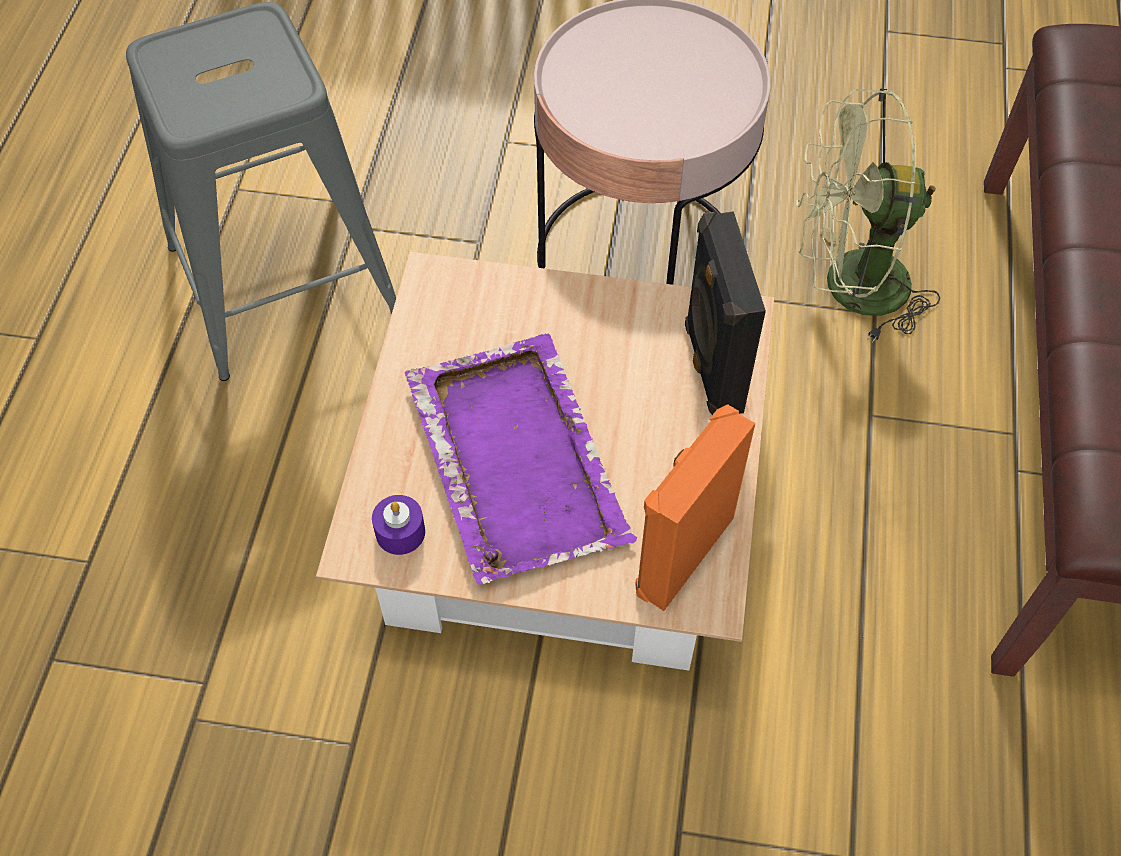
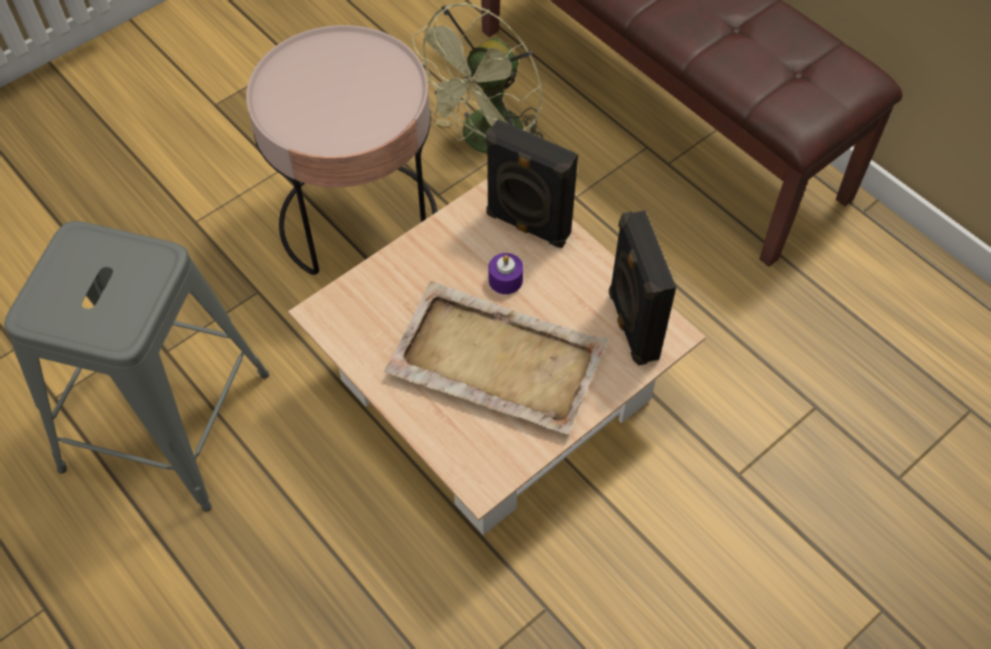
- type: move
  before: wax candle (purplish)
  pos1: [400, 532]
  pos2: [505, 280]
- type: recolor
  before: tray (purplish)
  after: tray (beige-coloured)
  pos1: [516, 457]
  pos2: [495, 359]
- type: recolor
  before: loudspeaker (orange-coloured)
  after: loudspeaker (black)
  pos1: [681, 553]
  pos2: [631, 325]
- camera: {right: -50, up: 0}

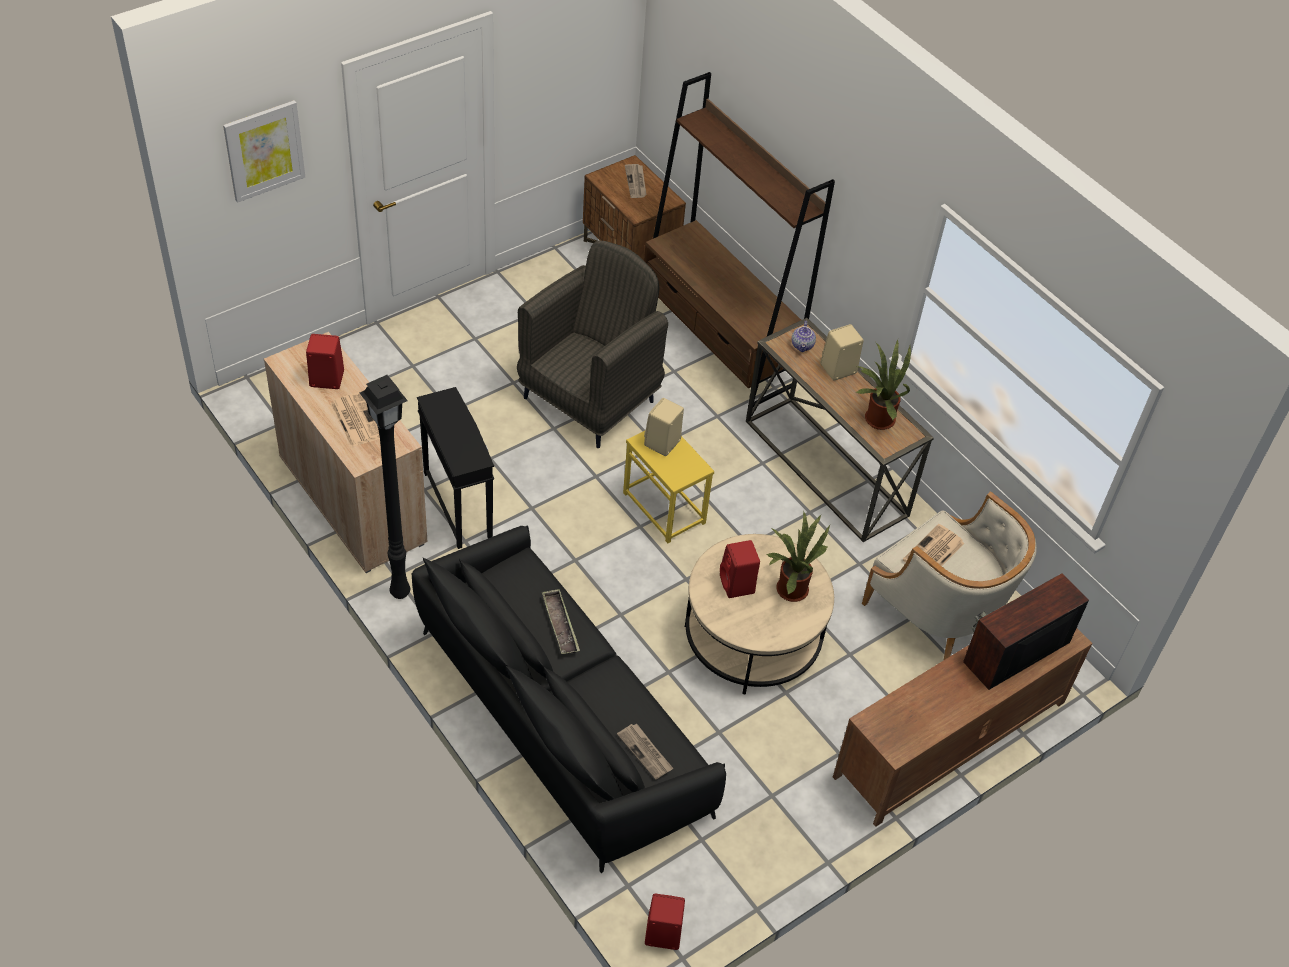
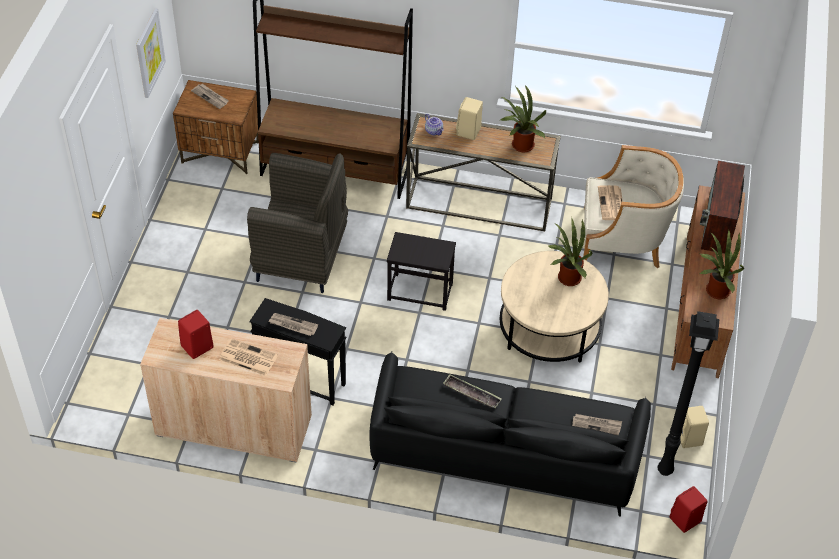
- type: delete
  before: loudspeaker (reddish)
  pos1: [737, 585]
- type: insert
  after: printed paper
  pos2: [292, 325]
- type: insert
  after: potted plant
  pos2: [715, 290]
- type: move
  before: picture
  pos1: [264, 150]
  pos2: [149, 53]
- type: move
  before: standard lamp (black)
  pos1: [398, 592]
  pos2: [664, 471]
- type: move
  before: loudspeaker (beige-coloured)
  pos1: [662, 443]
  pos2: [689, 438]
- type: recolor
  before: side table (yellow)
  after: side table (black)
  pos1: [665, 507]
  pos2: [420, 291]
- type: rotate
  before: lounge chair (grey)
  pos1: [590, 398]
  pos2: [302, 258]
  turn: 105
- camera: {right: -40, up: 0}

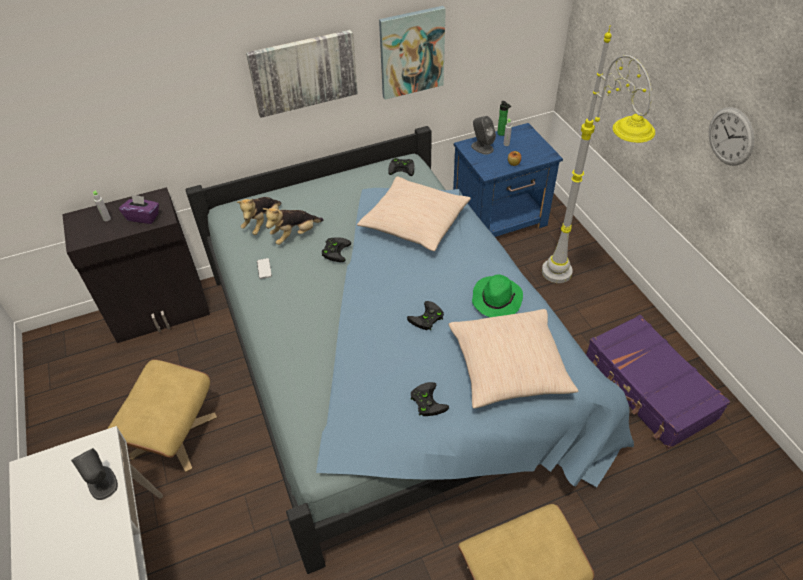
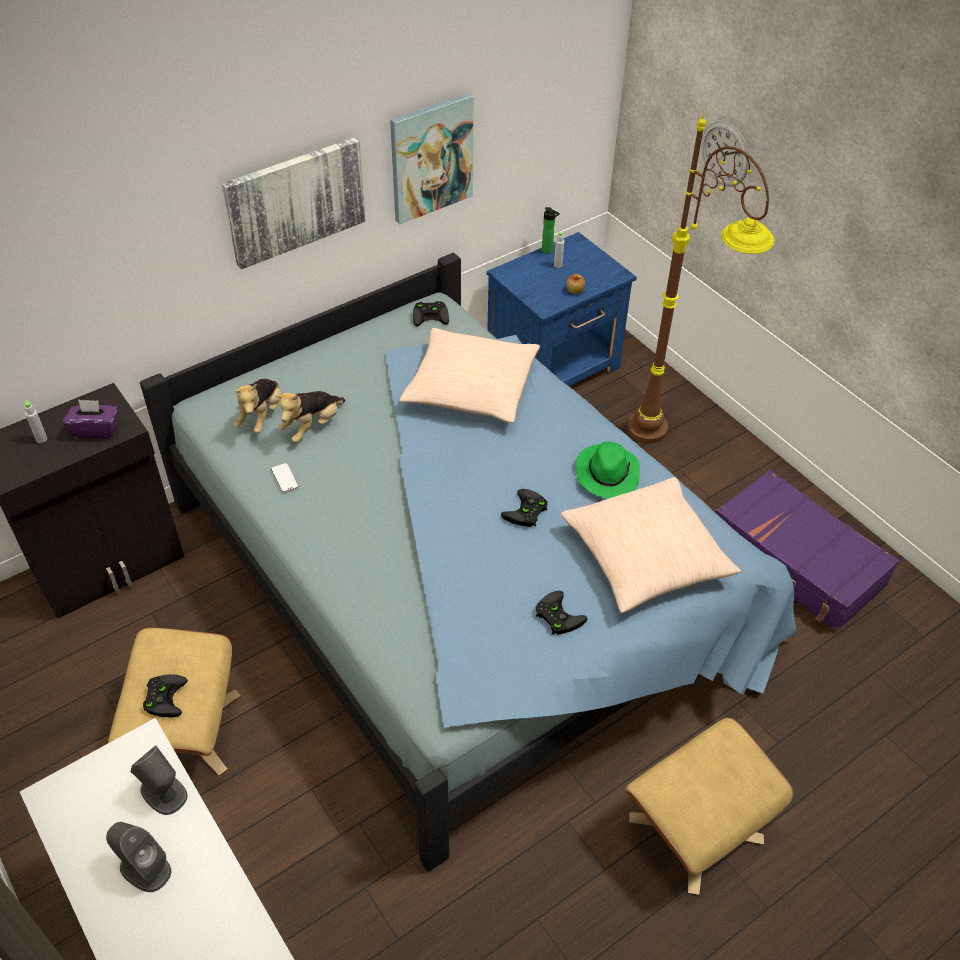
- type: move
  before: joypad (black)
  pos1: [335, 250]
  pos2: [164, 696]
- type: move
  before: loudspeaker (grey)
  pos1: [482, 147]
  pos2: [145, 868]
- type: move
  before: wall clock
  pos1: [731, 136]
  pos2: [725, 153]
- type: recolor
  before: standard lamp (grey)
  after: standard lamp (brownish)
  pos1: [570, 289]
  pos2: [670, 450]
- camera: {right: -15, up: 0}

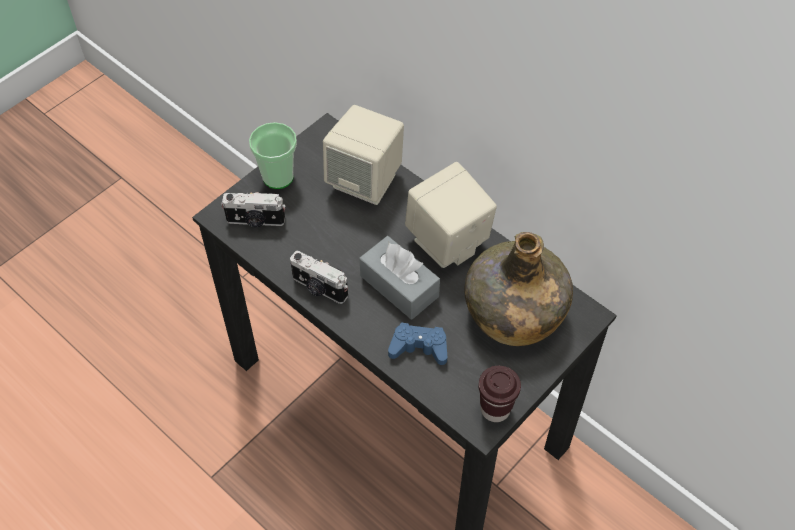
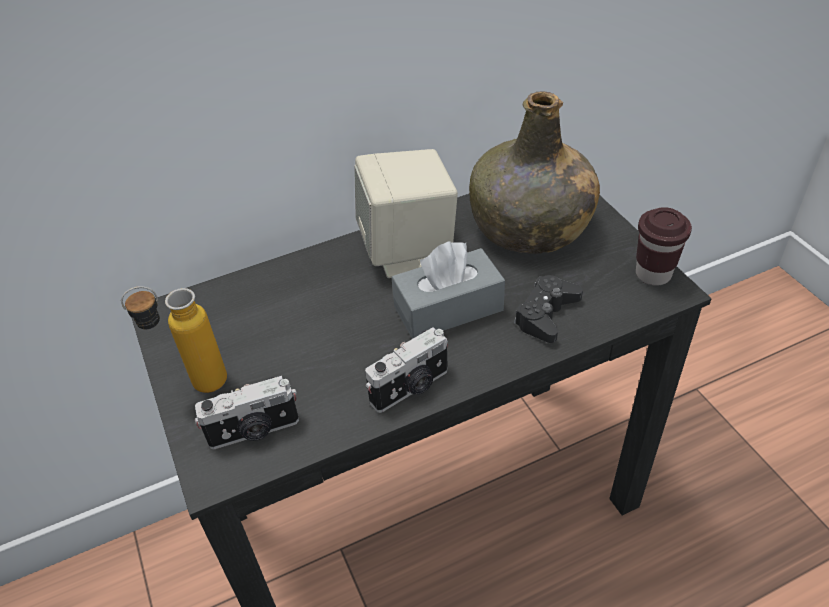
- type: delete
  before: loudspeaker (beige-coloured)
  pos1: [365, 181]
- type: replace
  before: cup
  after: beverage bottle
  pos1: [278, 177]
  pos2: [195, 385]
- type: recolor
  before: joypad (blue)
  after: joypad (black)
  pos1: [419, 347]
  pos2: [546, 314]
- type: rotate
  before: still camera
  pos1: [255, 221]
  pos2: [254, 431]
  turn: 45
- camera: {right: -65, up: -10}

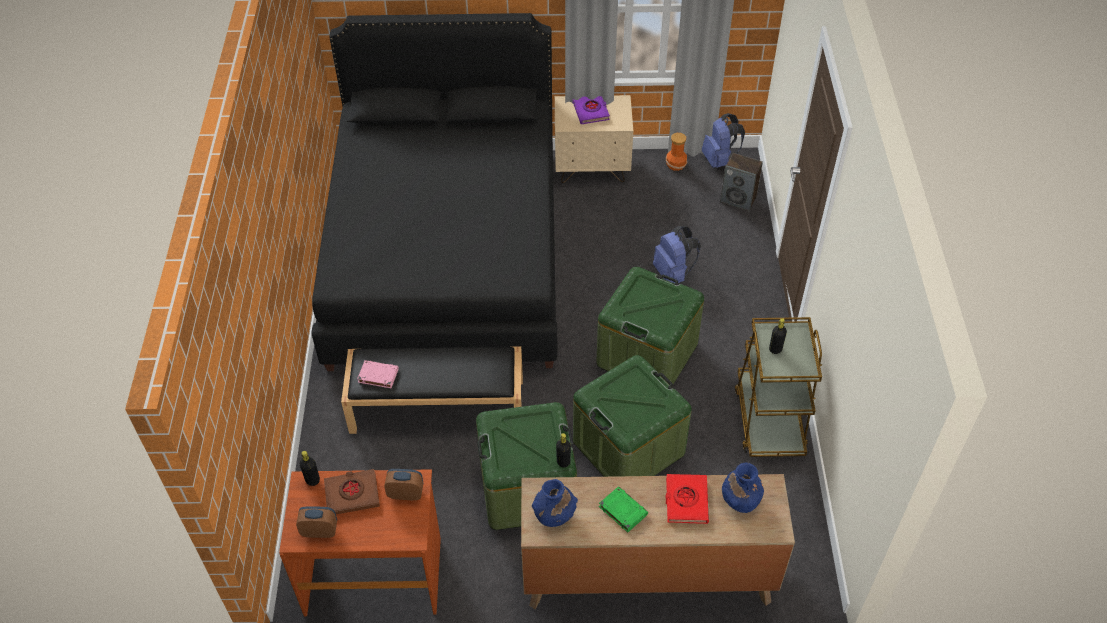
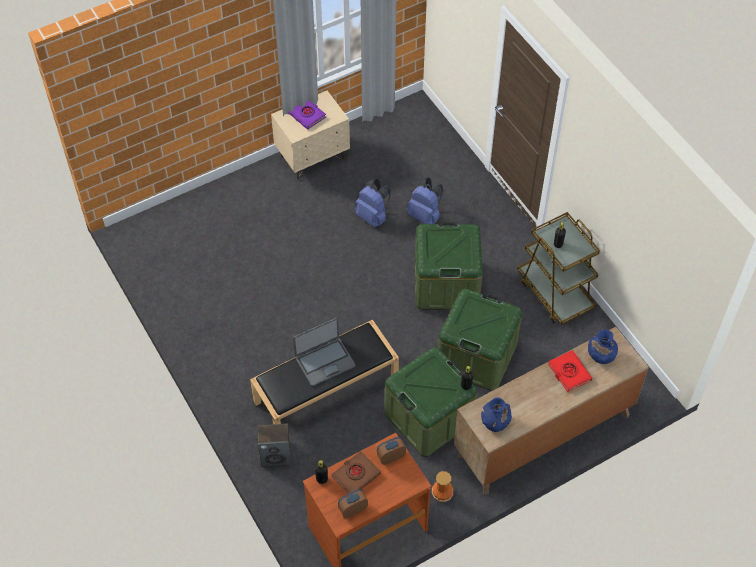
- type: delete
  before: bed (black)
  pos1: [446, 253]
- type: delete
  before: book (pinkish)
  pos1: [378, 376]
- type: delete
  before: book (green)
  pos1: [622, 510]
- type: insert
  after: laptop
  pos2: [325, 361]
- type: move
  before: decorative vase
  pos1: [675, 164]
  pos2: [441, 494]
- type: move
  before: backpack (blue)
  pos1: [718, 159]
  pos2: [373, 216]
- type: move
  before: loudspeaker
  pos1: [738, 199]
  pos2: [276, 455]
- camera: {right: -30, up: 5}

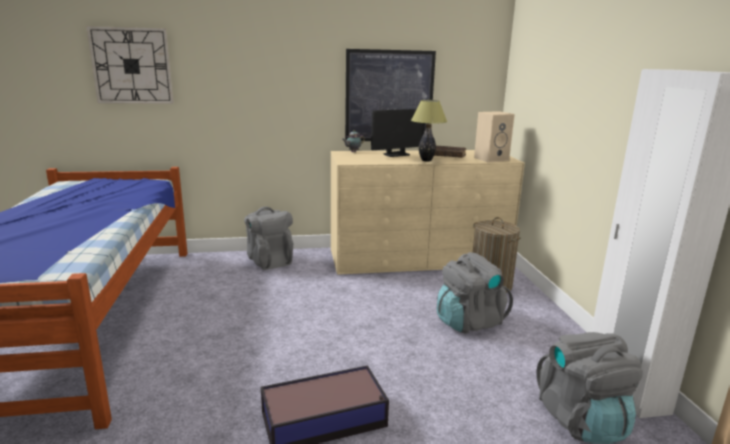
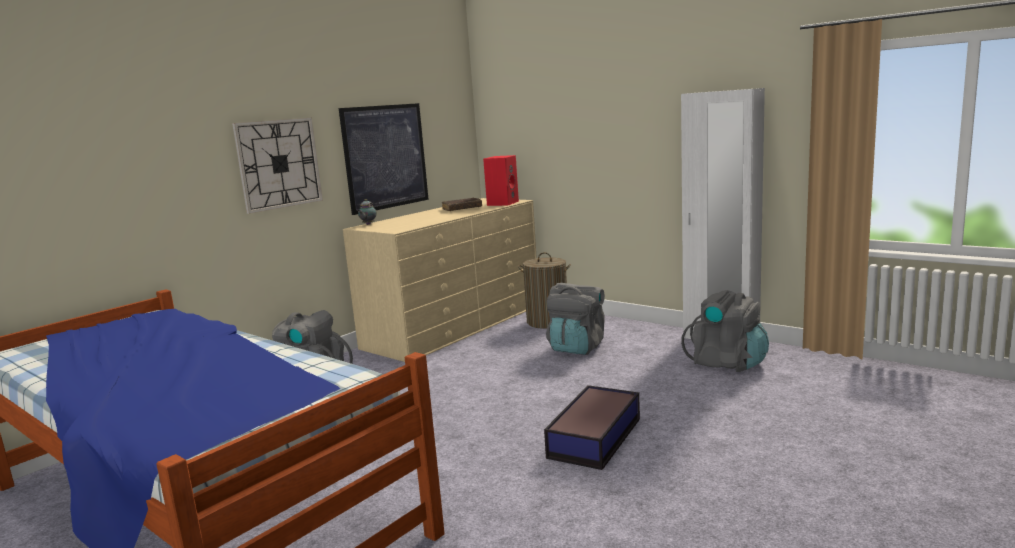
- type: delete
  before: computer display
  pos1: [396, 154]
- type: delete
  before: table lamp
  pos1: [426, 160]
- type: move
  before: wall clock
  pos1: [132, 66]
  pos2: [279, 164]
- type: recolor
  before: loudspeaker (beige-coloured)
  after: loudspeaker (reddish)
  pos1: [491, 159]
  pos2: [502, 203]
- camera: {right: -40, up: -5}

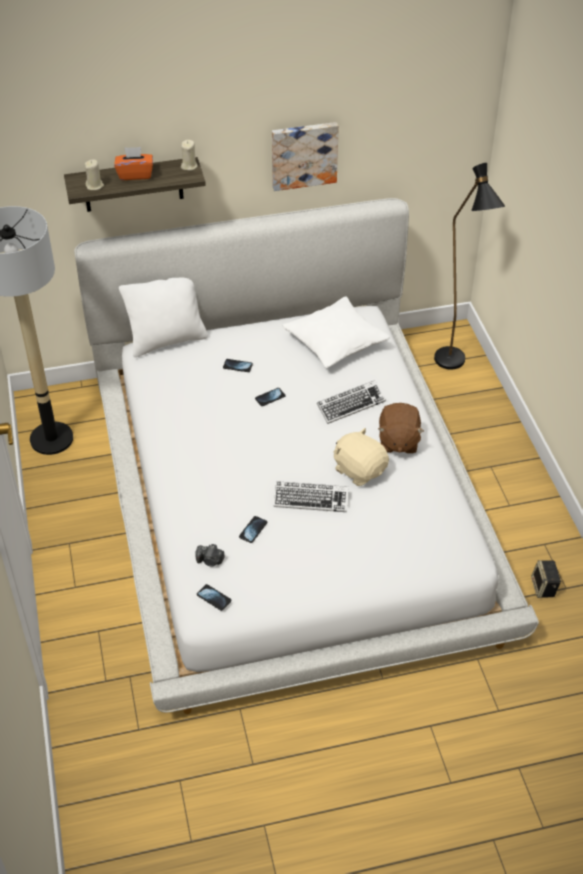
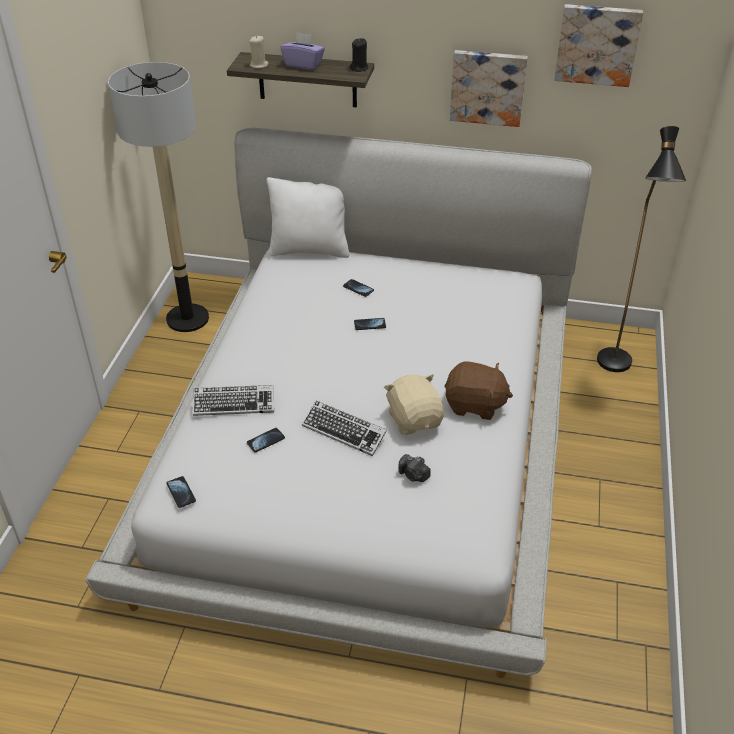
- type: delete
  before: pillow (whitish)
  pos1: [335, 342]
- type: delete
  before: loudspeaker
  pos1: [544, 588]
- type: insert
  after: picture
  pos2: [597, 44]
- type: move
  before: still camera
  pos1: [210, 561]
  pos2: [413, 475]
- type: move
  before: PC keyboard
  pos1: [351, 405]
  pos2: [234, 404]
- type: recolor
  before: tissue holder (orange-coloured)
  after: tissue holder (purplish)
  pos1: [135, 174]
  pos2: [303, 64]
- type: recolor
  before: wax candle (beige-coloured)
  after: wax candle (black)
  pos1: [189, 166]
  pos2: [359, 68]
- type: rotate
  before: plush toy (brownish)
  pos1: [398, 441]
  pos2: [475, 405]
  turn: -105
- camera: {right: 25, up: -5}

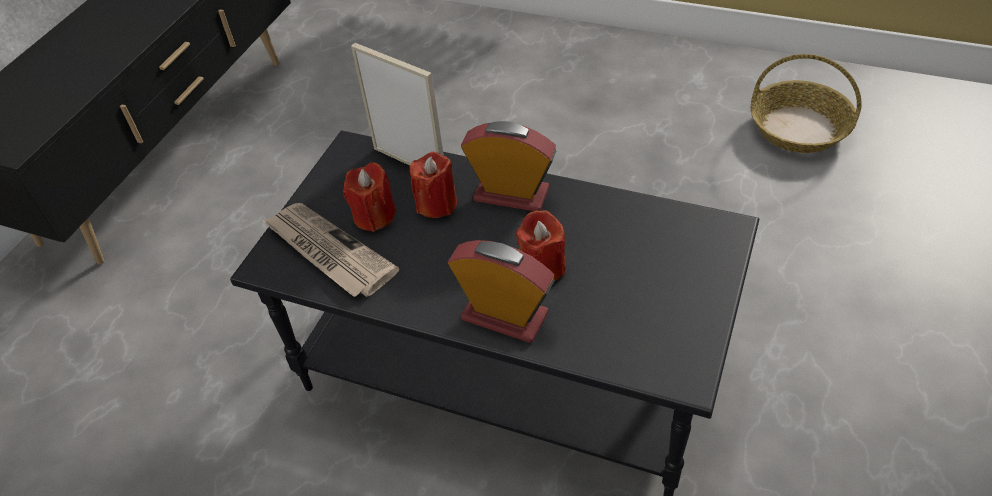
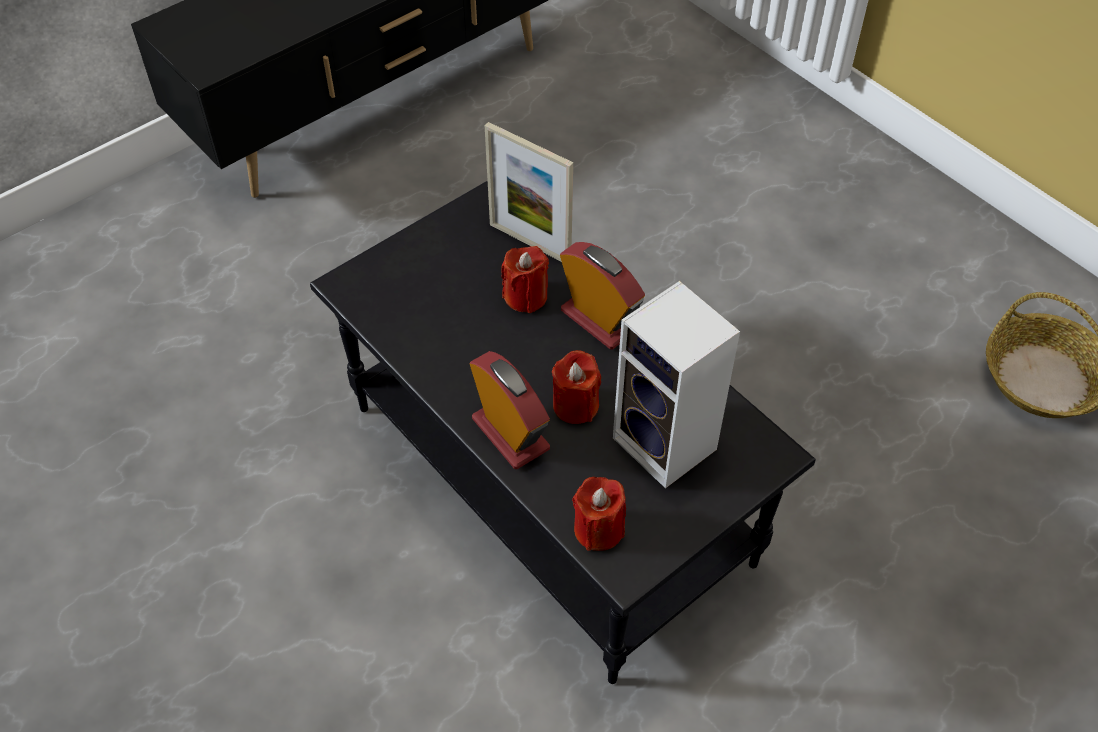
- type: delete
  before: printed paper
  pos1: [328, 252]
- type: insert
  after: loudspeaker
  pos2: [668, 445]
- type: move
  before: wax candle (reddish)
  pos1: [374, 216]
  pos2: [598, 529]
- type: rotate
  before: photo frame
  pos1: [409, 163]
  pos2: [530, 242]
  turn: 150
- camera: {right: 25, up: 5}

